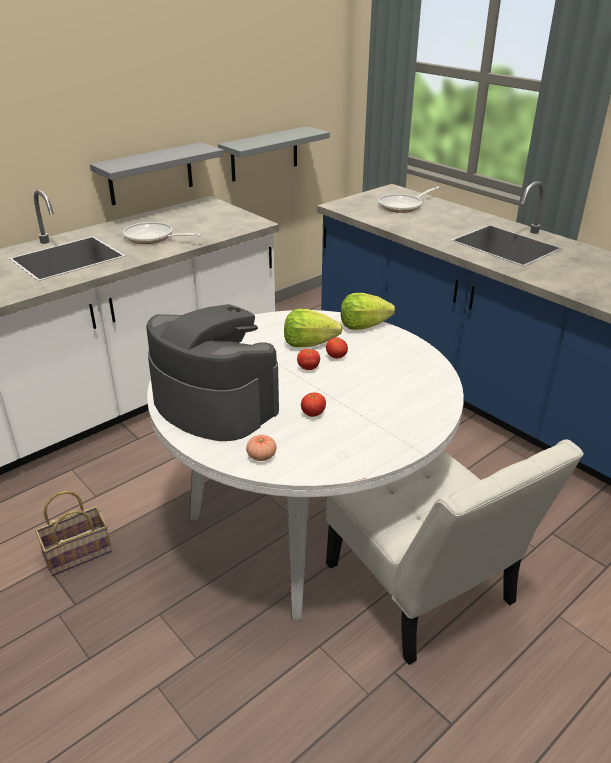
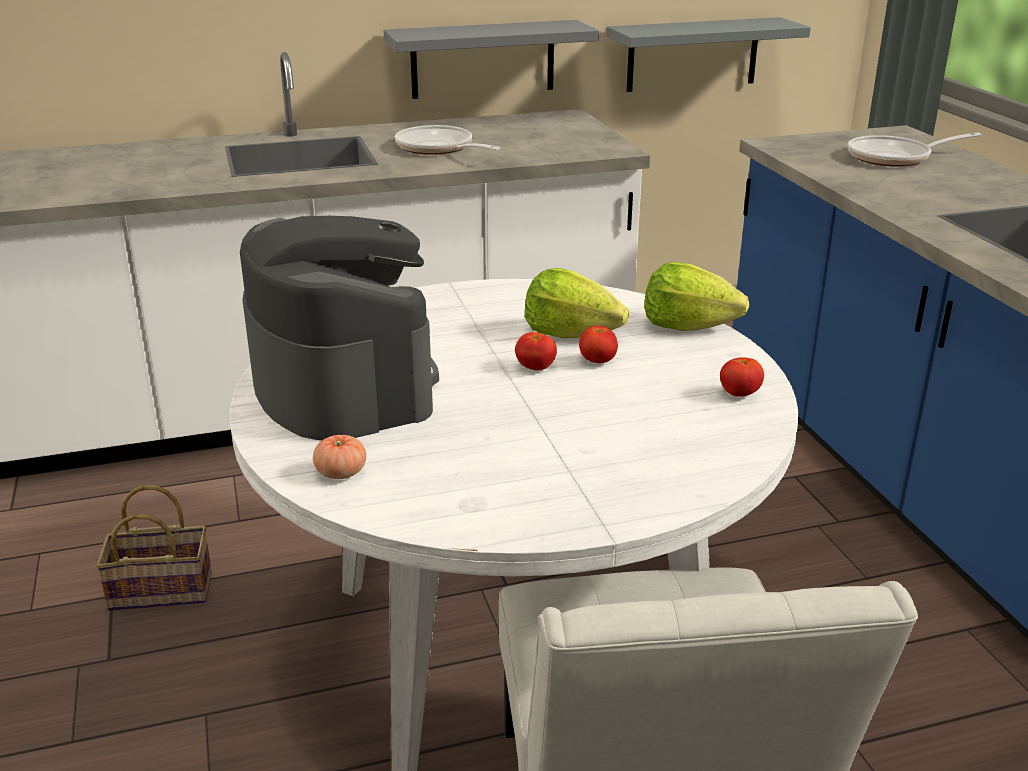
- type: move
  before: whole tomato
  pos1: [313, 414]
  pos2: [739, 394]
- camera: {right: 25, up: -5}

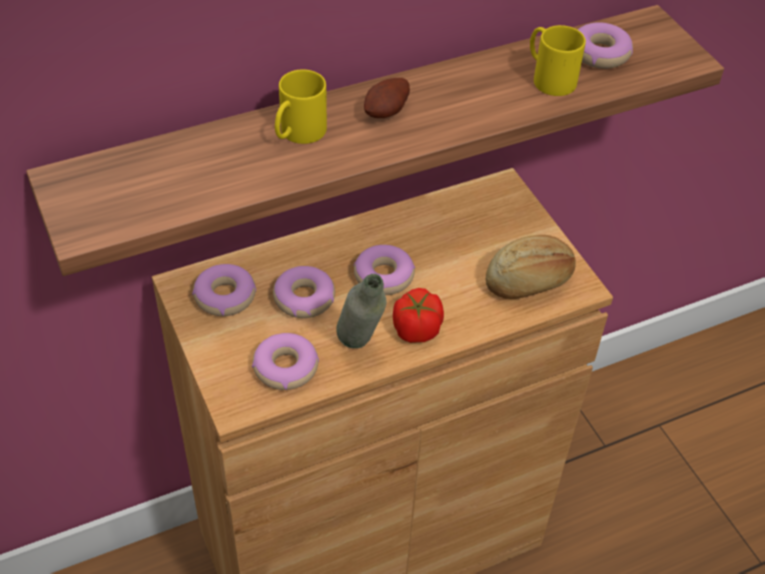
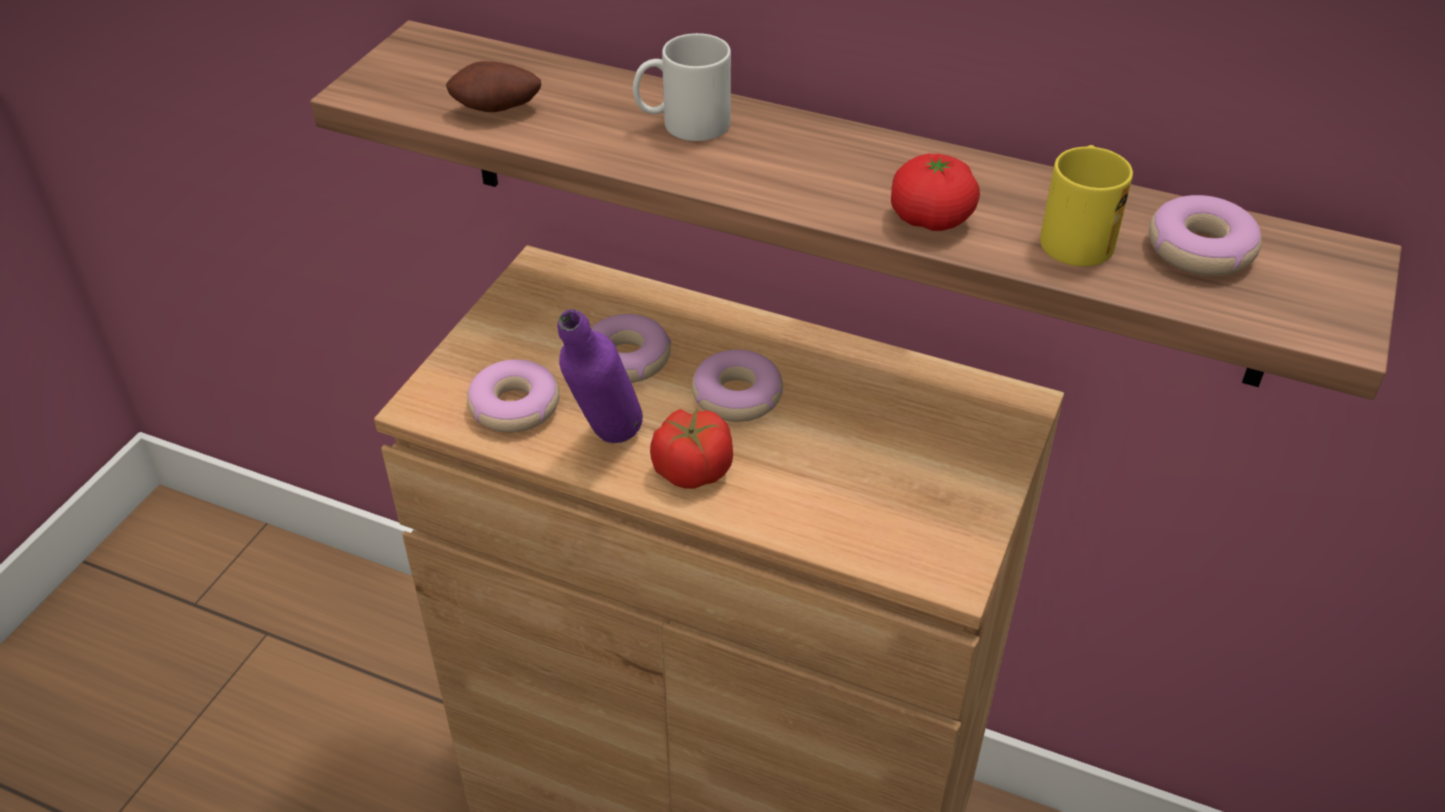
- type: delete
  before: ring doughnut
  pos1: [225, 296]
- type: delete
  before: bread
  pos1: [530, 282]
- type: insert
  after: whole tomato
  pos2: [931, 218]
- type: move
  before: whole potato
  pos1: [387, 112]
  pos2: [496, 111]
- type: recolor
  before: coffee mug (yellow)
  after: coffee mug (whitish)
  pos1: [298, 134]
  pos2: [682, 125]
- type: recolor
  before: beverage bottle (grey)
  after: beverage bottle (purplish)
  pos1: [360, 350]
  pos2: [605, 446]
- camera: {right: 50, up: -5}

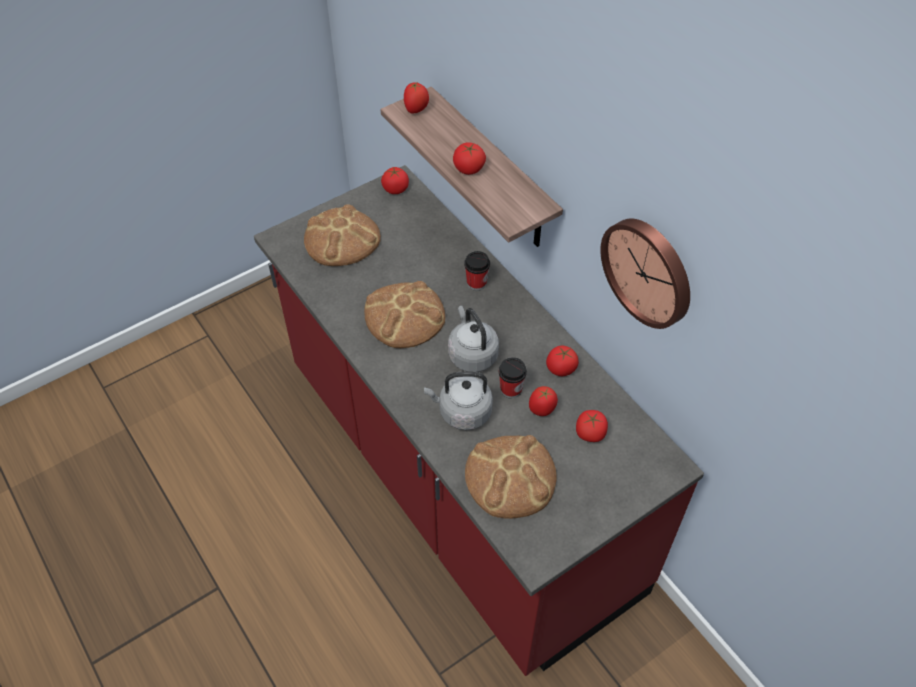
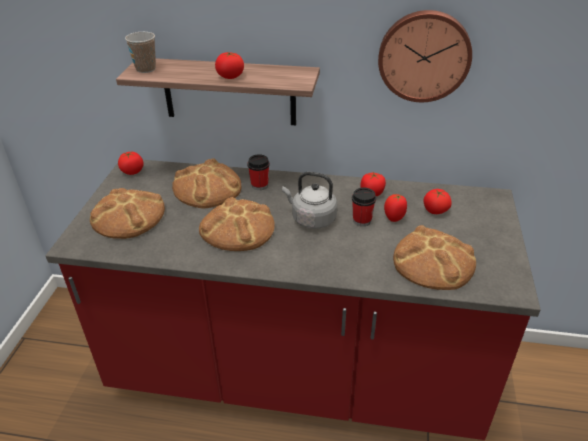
- type: delete
  before: kettle (grey)
  pos1: [462, 412]
- type: insert
  after: bread
  pos2: [208, 188]
- type: replace
  before: whole tomato
  after: cup
  pos1: [416, 110]
  pos2: [146, 69]
- camera: {right: -45, up: -15}

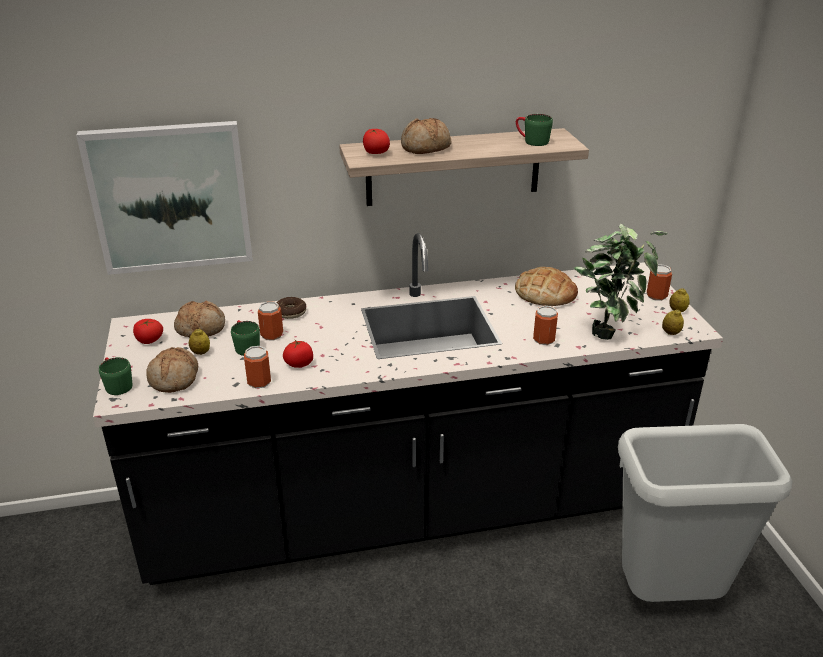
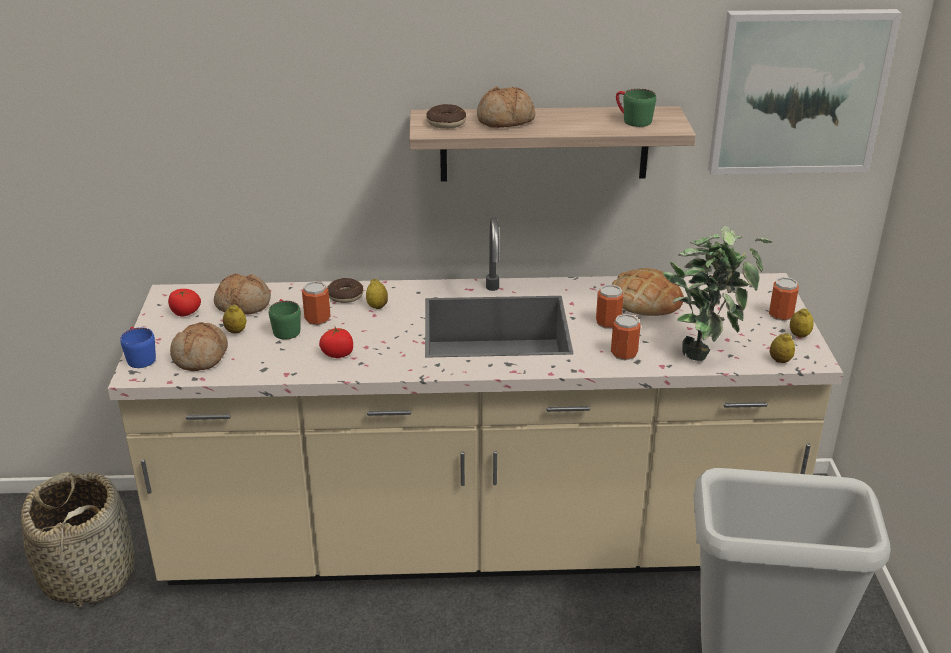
- type: insert
  after: storage basket
  pos2: [89, 574]
- type: insert
  after: whole lemon
  pos2: [377, 306]
- type: move
  before: picture
  pos1: [170, 197]
  pos2: [798, 92]
- type: move
  before: metal can
  pos1: [259, 382]
  pos2: [608, 323]
- type: replace
  before: whole tomato
  after: ring doughnut
  pos1: [376, 153]
  pos2: [446, 123]
- type: recolor
  before: kitchen counter (black)
  after: kitchen counter (beige-coloured)
  pos1: [411, 512]
  pos2: [475, 542]
- type: recolor
  before: coffee mug (green)
  after: coffee mug (blue)
  pos1: [116, 384]
  pos2: [139, 357]
- camera: {right: 10, up: 0}

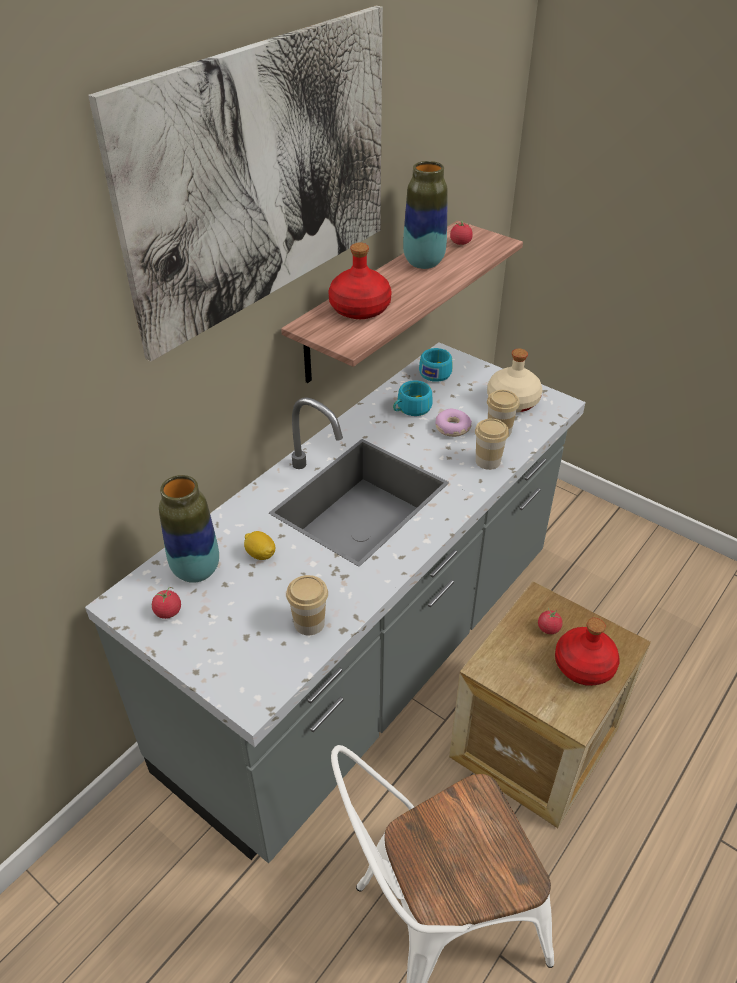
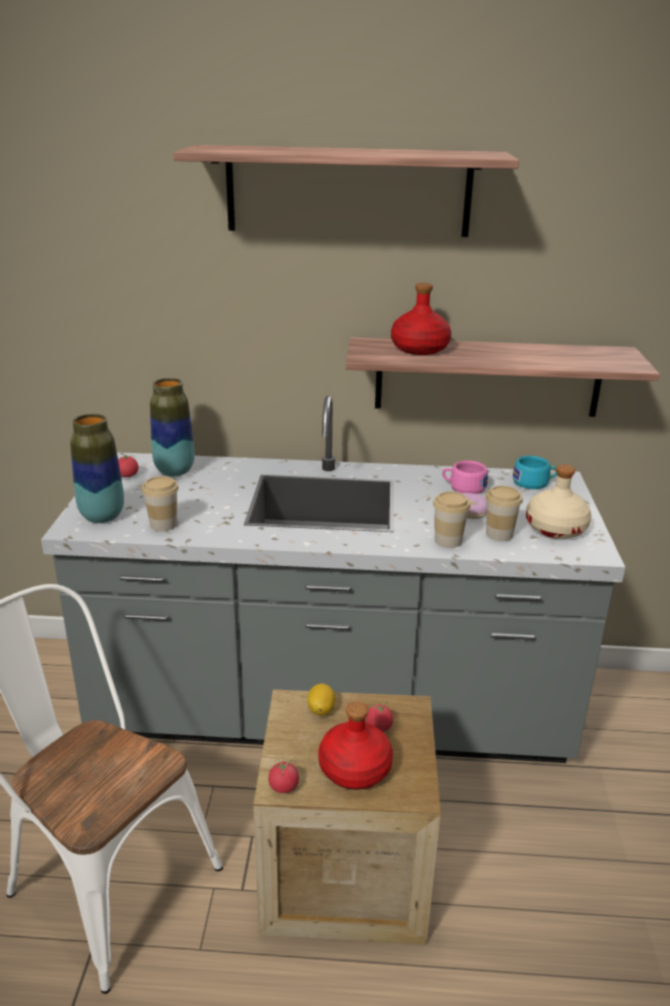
- type: move
  before: whole lemon
  pos1: [260, 554]
  pos2: [321, 709]
- type: move
  before: decorative vase
  pos1: [423, 263]
  pos2: [102, 516]
- type: move
  before: whole tomato
  pos1: [460, 243]
  pos2: [283, 786]
- type: replace
  before: picture
  after: bracket shelf
  pos1: [263, 176]
  pos2: [348, 191]
- type: recolor
  before: cup (turquoise)
  after: cup (pinkish)
  pos1: [411, 409]
  pos2: [463, 487]
- camera: {right: 55, up: -15}

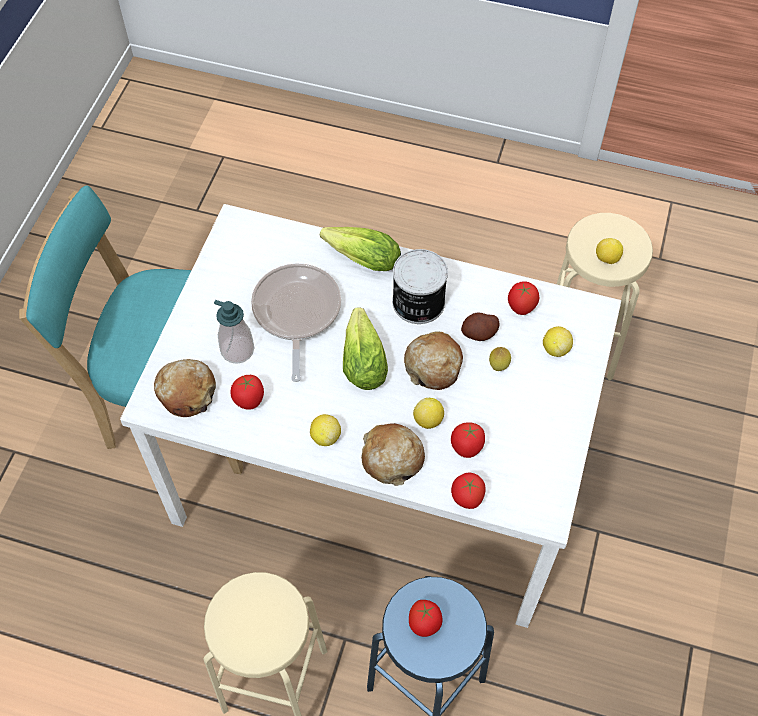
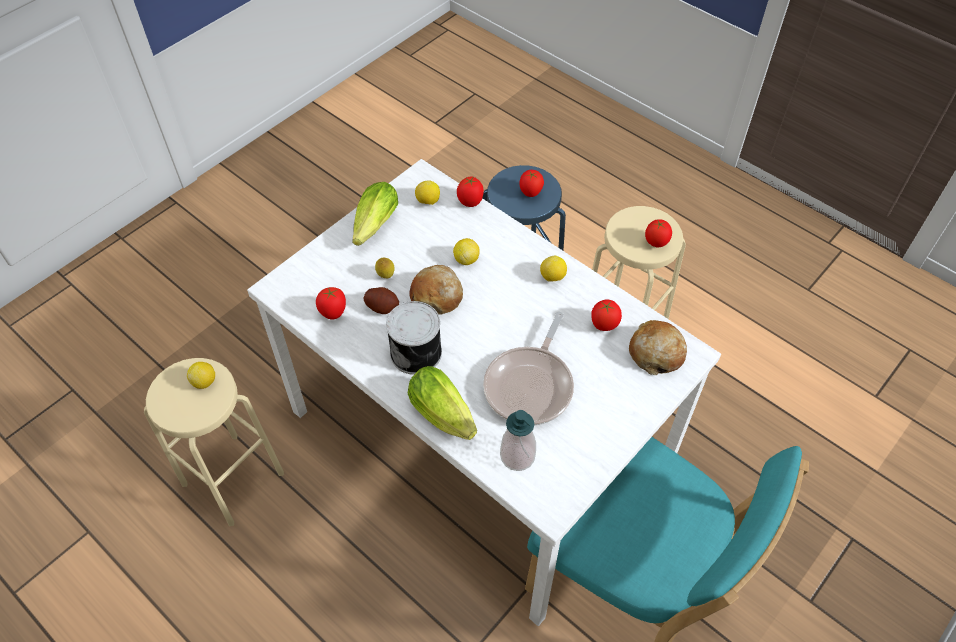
- type: delete
  before: bread
  pos1: [392, 458]
- type: move
  before: soap bottle
  pos1: [237, 350]
  pos2: [517, 456]
- type: move
  before: lettuce
  pos1: [363, 358]
  pos2: [373, 228]
- type: move
  before: whole tomato
  pos1: [466, 449]
  pos2: [656, 243]
- type: move
  before: whole lemon
  pos1: [555, 349]
  pos2: [428, 201]
- camera: {right: -155, up: -5}

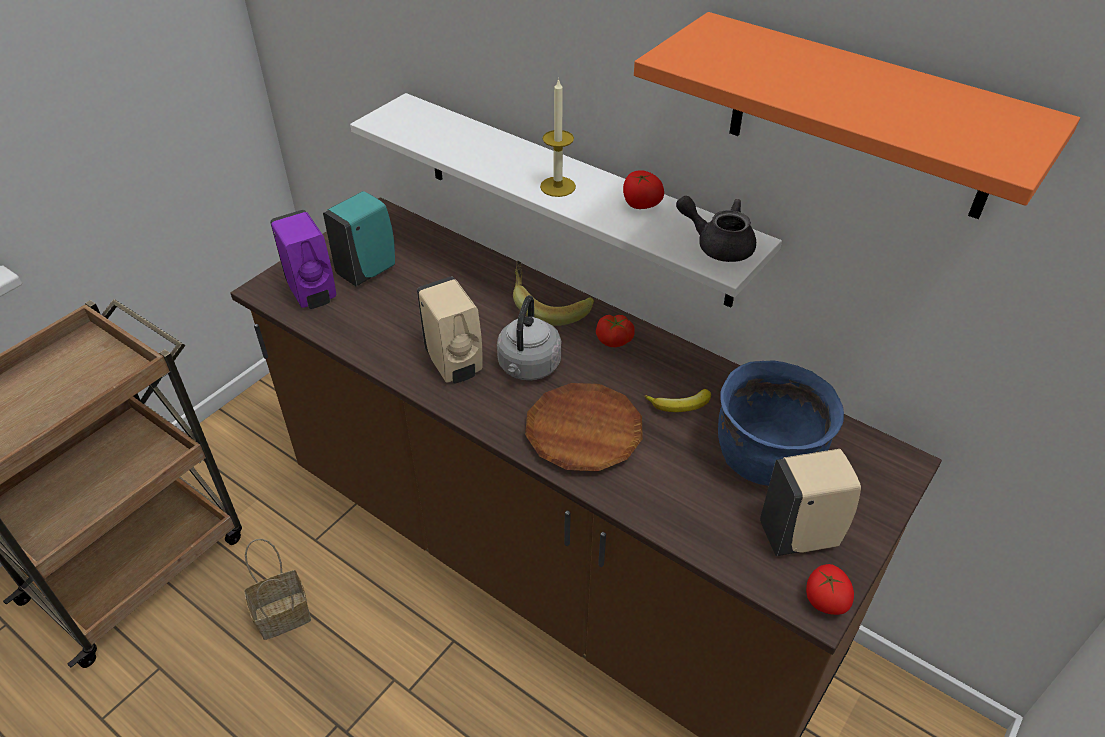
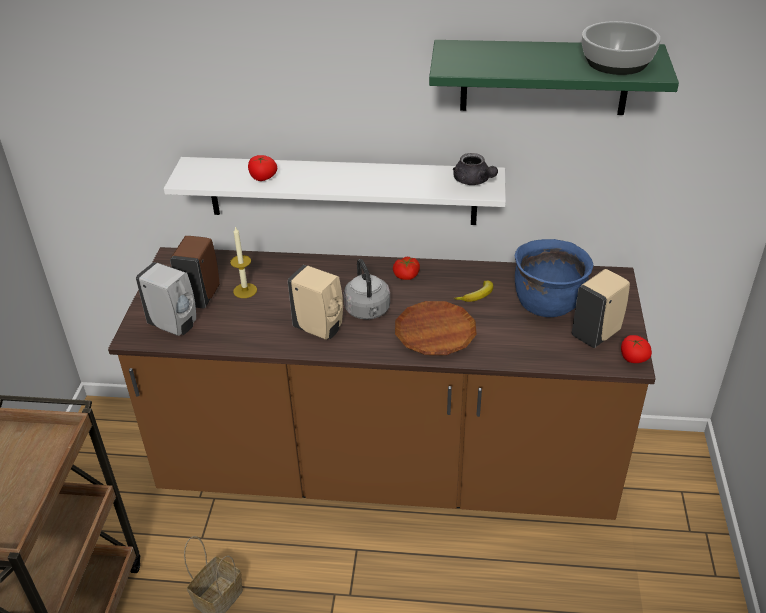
- type: delete
  before: banana
  pos1: [549, 306]
- type: insert
  after: bowl
  pos2: [616, 62]
- type: move
  before: wax candle
  pos1: [558, 186]
  pos2: [245, 290]
- type: move
  before: whole tomato
  pos1: [640, 205]
  pos2: [263, 178]
- type: recolor
  before: soap bottle (purplish)
  after: soap bottle (whitish)
  pos1: [312, 294]
  pos2: [174, 325]
- type: recolor
  before: soap bottle (turquoise)
  after: soap bottle (brownish)
  pos1: [368, 270]
  pos2: [201, 296]
- type: recolor
  before: bracket shelf (orange-coloured)
  after: bracket shelf (green)
  pos1: [861, 118]
  pos2: [544, 77]
- type: rotate
  before: pot for tea (grey)
  pos1: [718, 244]
  pos2: [474, 181]
  turn: -120
- camera: {right: -30, up: -5}

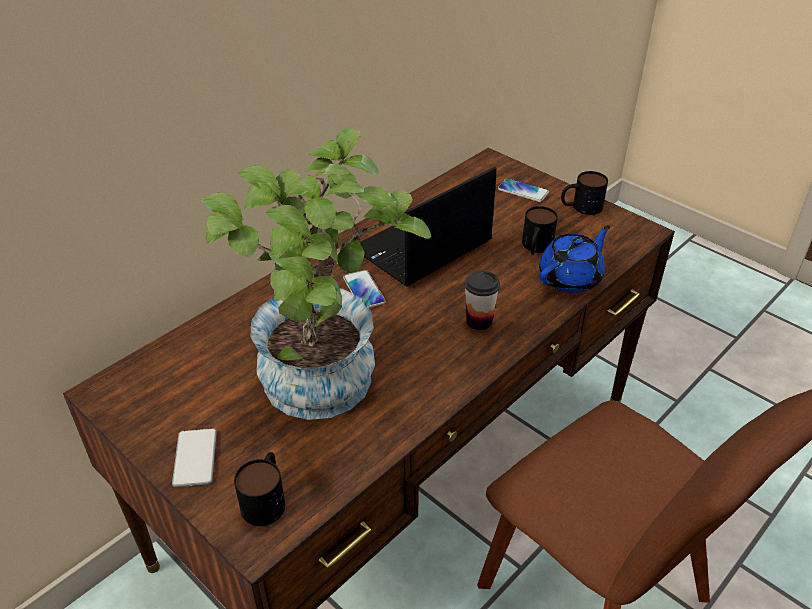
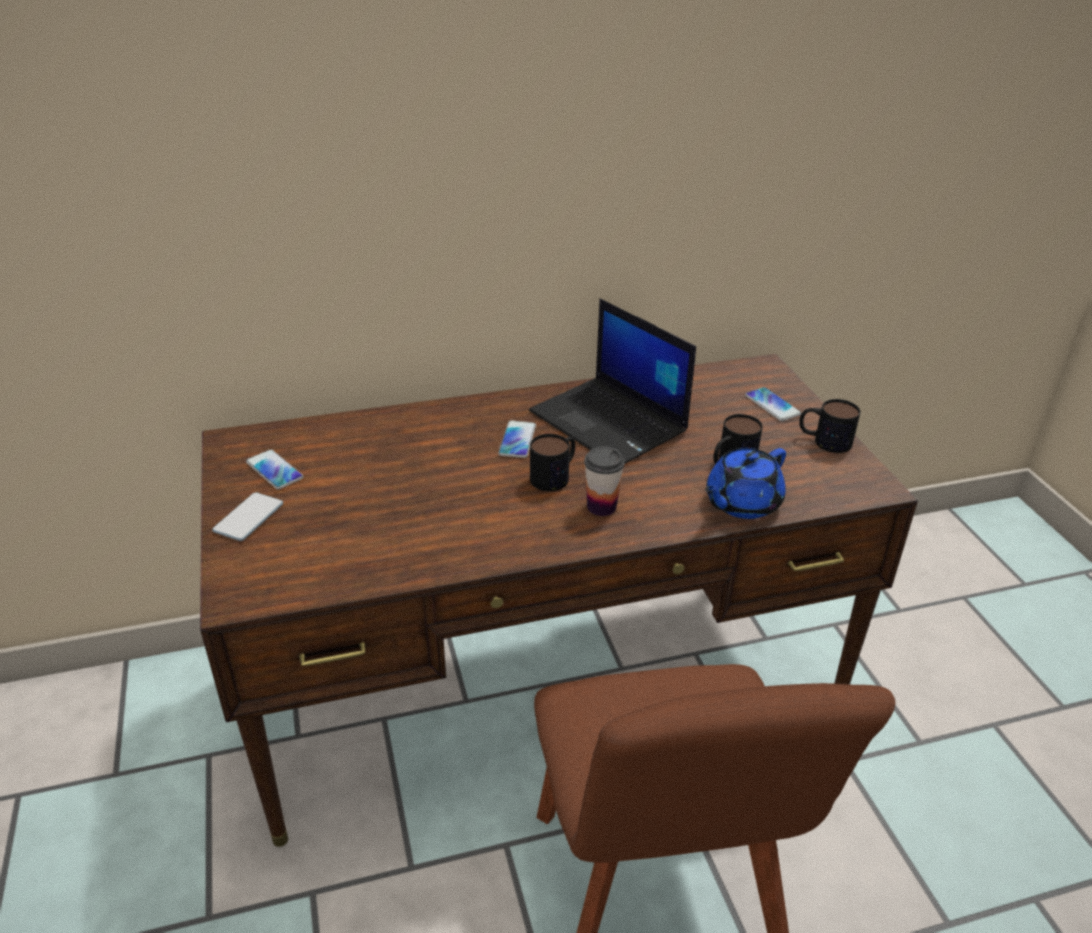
- type: delete
  before: potted plant
  pos1: [324, 390]
- type: insert
  after: phone
  pos2: [274, 470]
- type: move
  before: coffee mug
  pos1: [266, 498]
  pos2: [555, 475]
- type: rotate
  before: laptop
  pos1: [421, 247]
  pos2: [610, 422]
  turn: -120
- type: rotate
  before: pot for tea (blue)
  pos1: [571, 278]
  pos2: [741, 503]
  turn: 150
- camera: {right: 30, up: -5}

